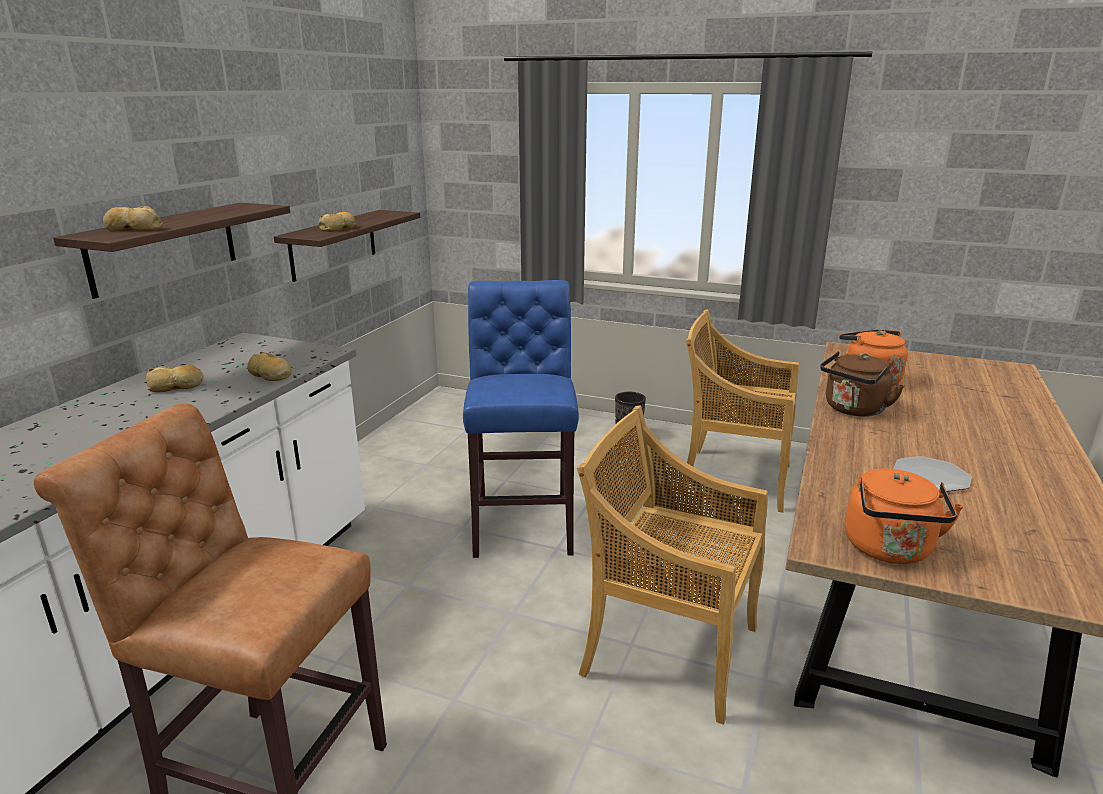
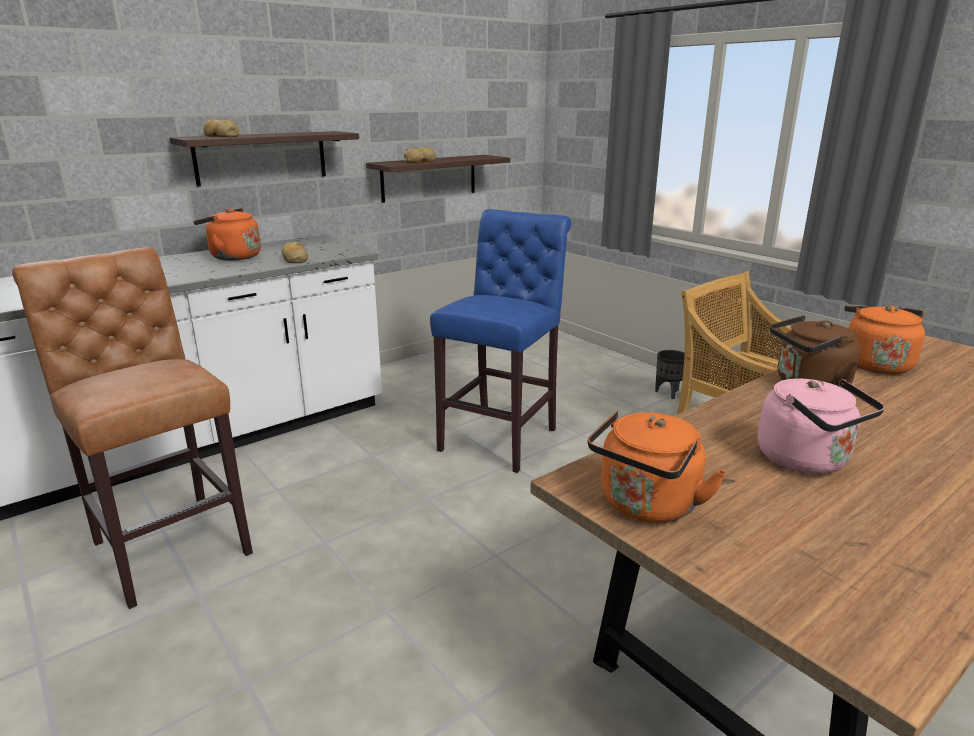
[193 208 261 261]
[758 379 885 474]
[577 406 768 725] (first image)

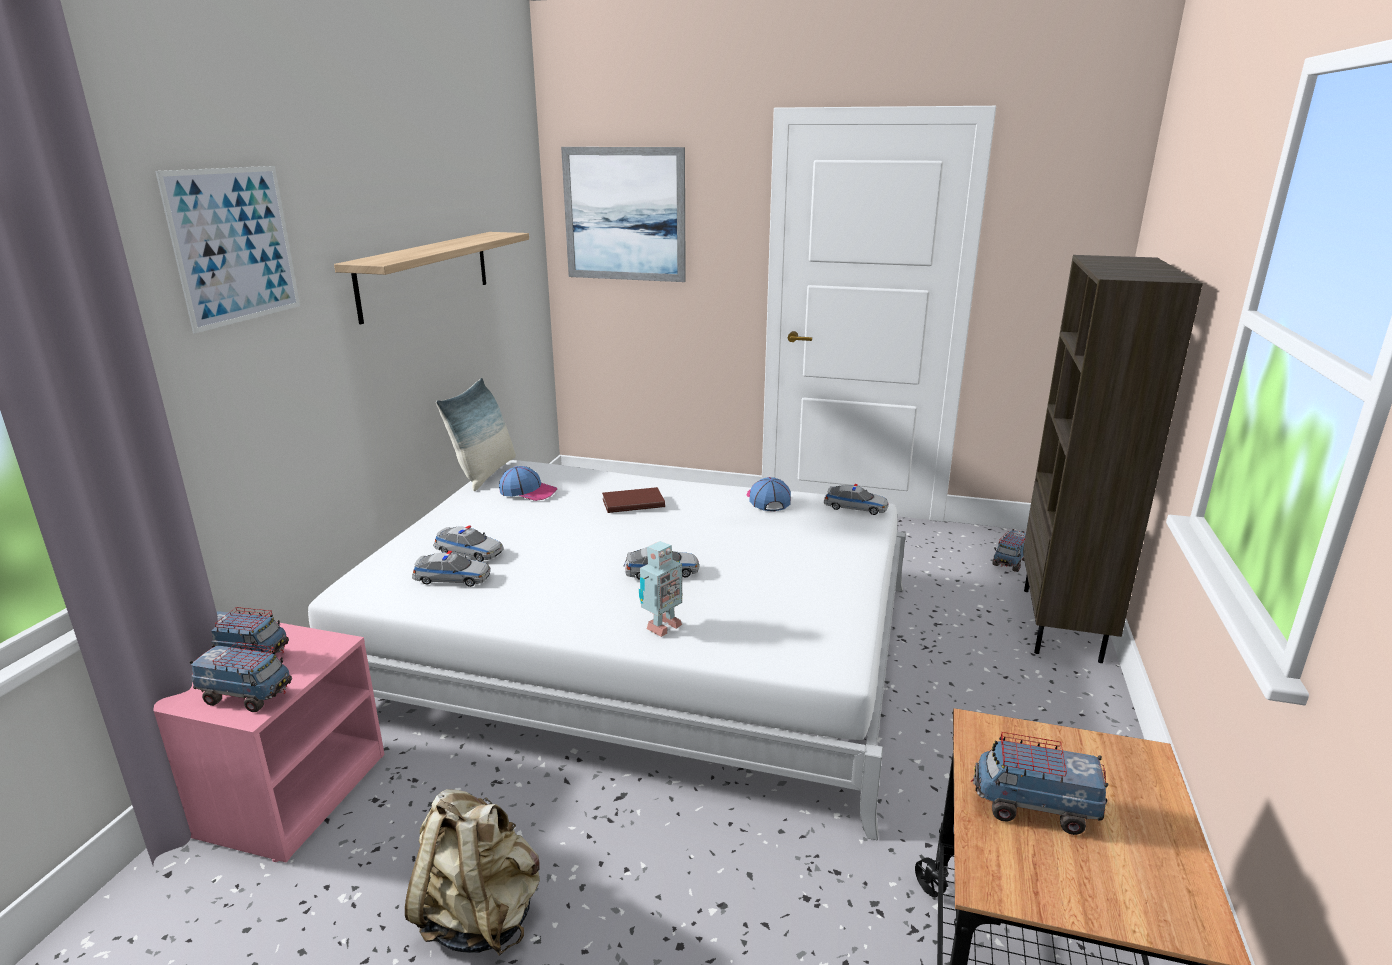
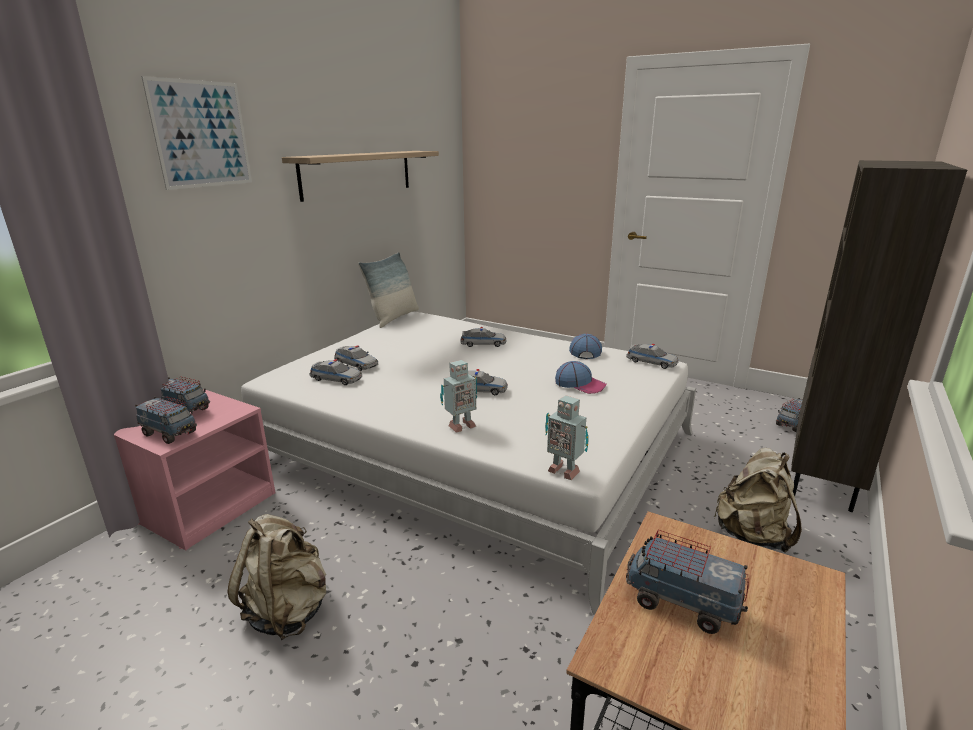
[460 327 506 347]
[545 396 589 480]
[555 361 607 394]
[713 448 802 553]
[561 147 686 282] (first image)

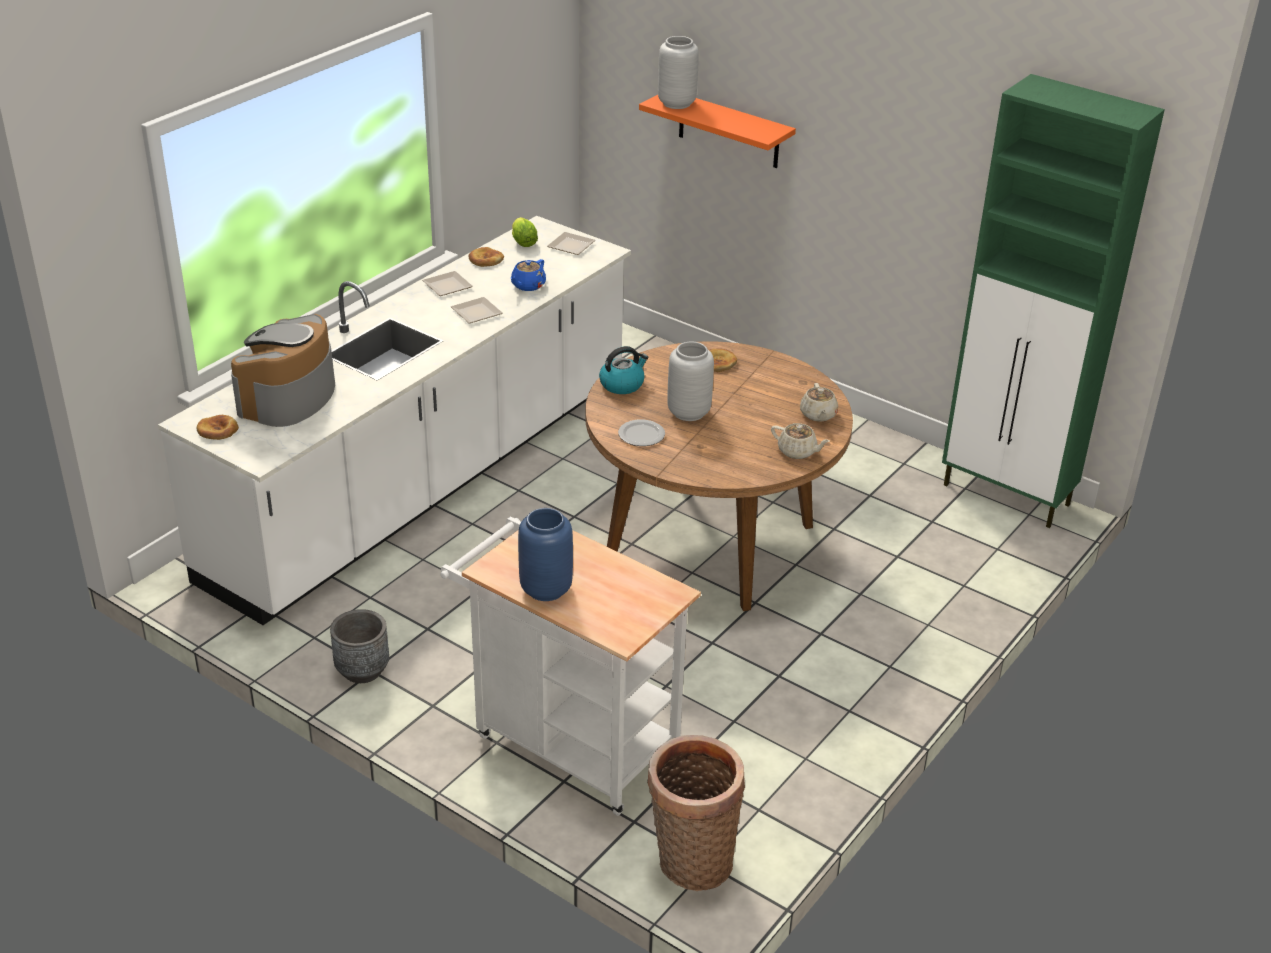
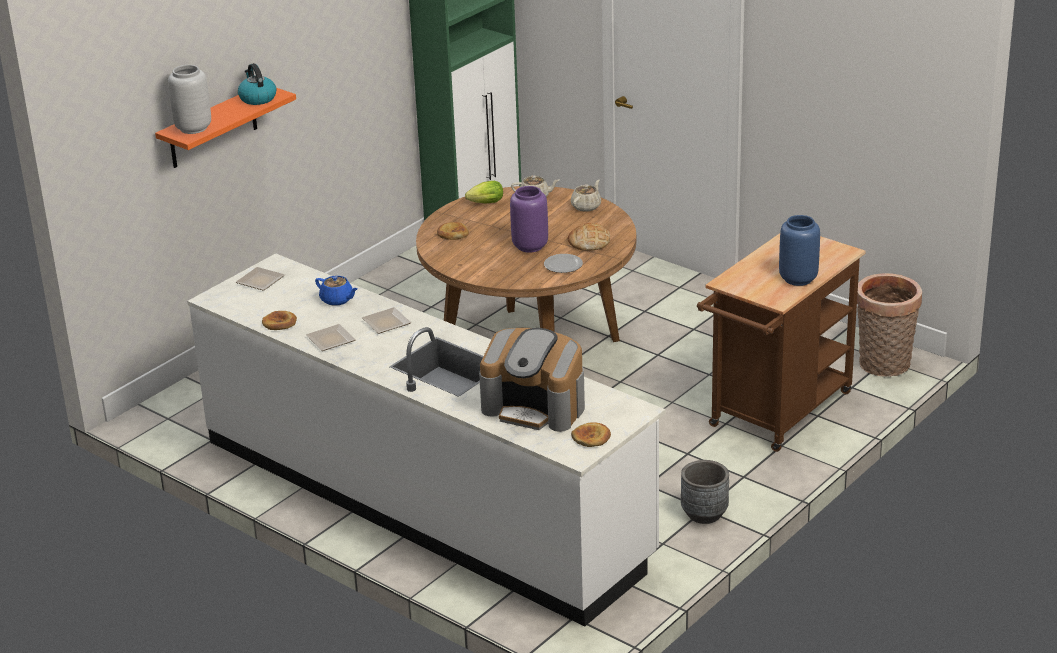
[238 63 276 105]
[465 181 503 203]
[510 186 548 253]
[568 222 610 251]
[697 233 865 452]

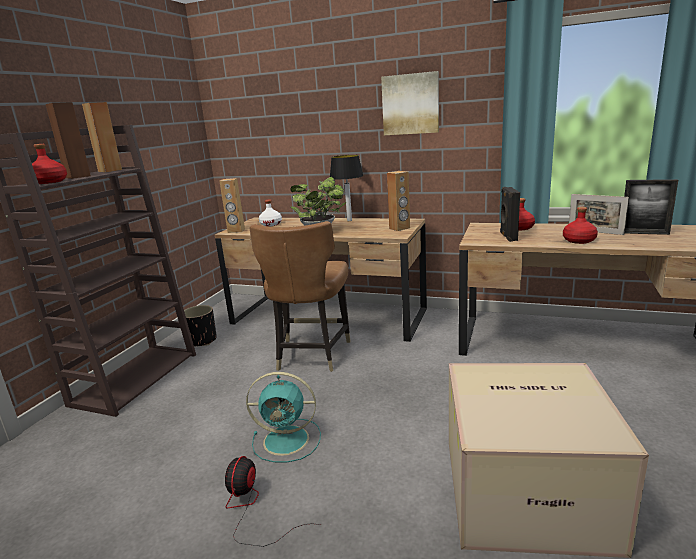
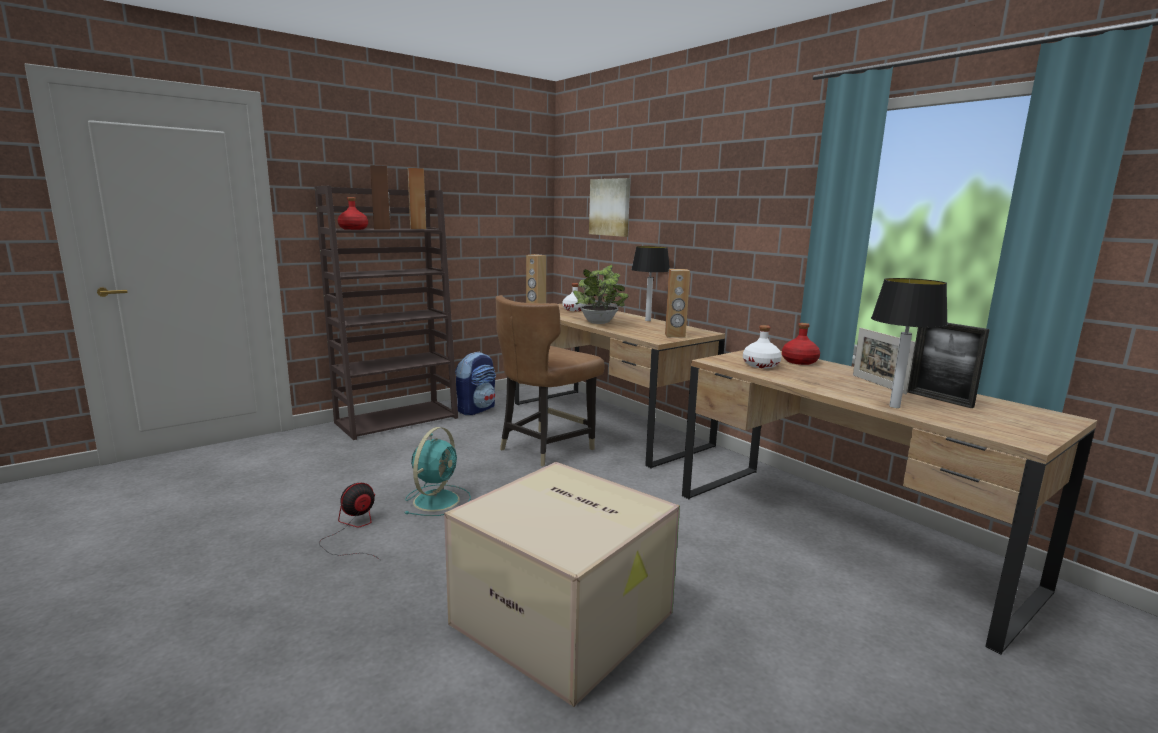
[404 427 471 516]
[455 352 496 415]
[589 178 630 237]
[743 325 782 368]
[871 278 948 408]
[563 207 598 244] (first image)

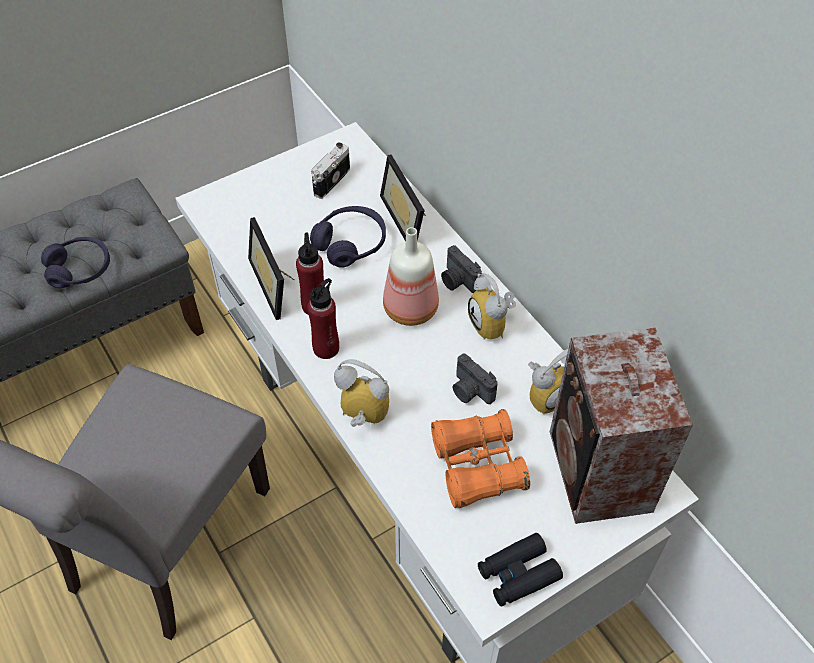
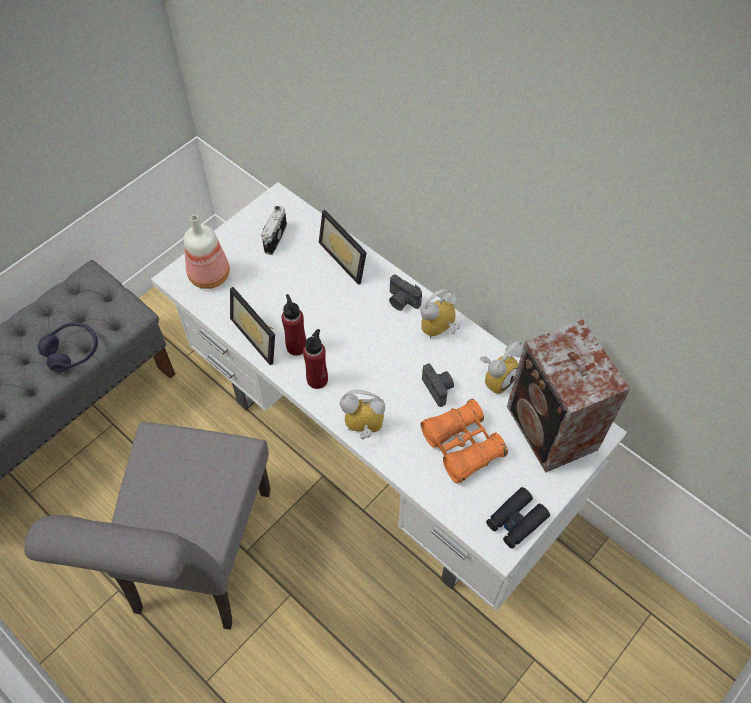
[184 215 230 289]
[420 289 460 340]
[422 363 454 407]
[310 206 386 268] (first image)

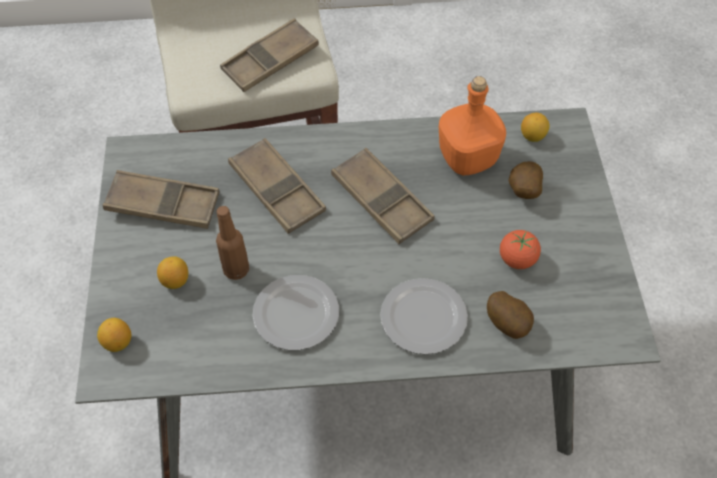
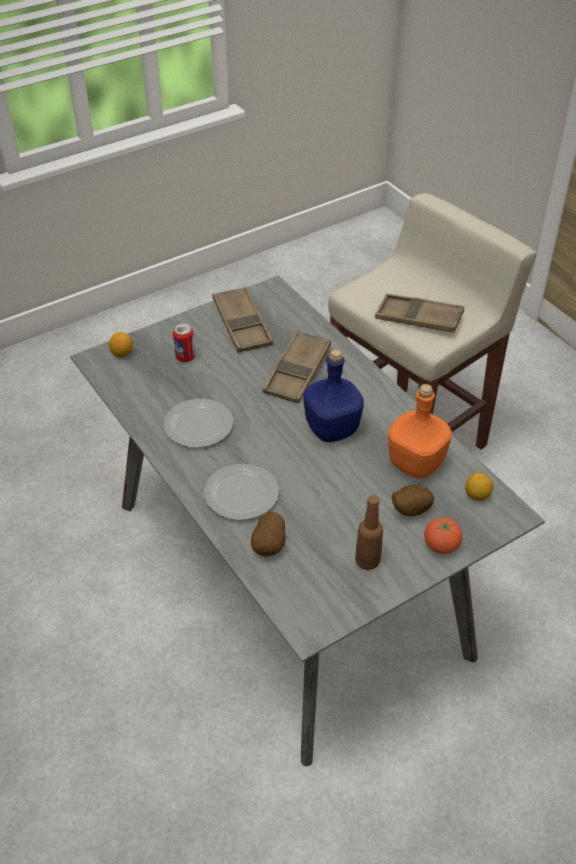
[173 323 195 362]
[303 349 364 442]
[355 495 383 570]
[424 517 462 554]

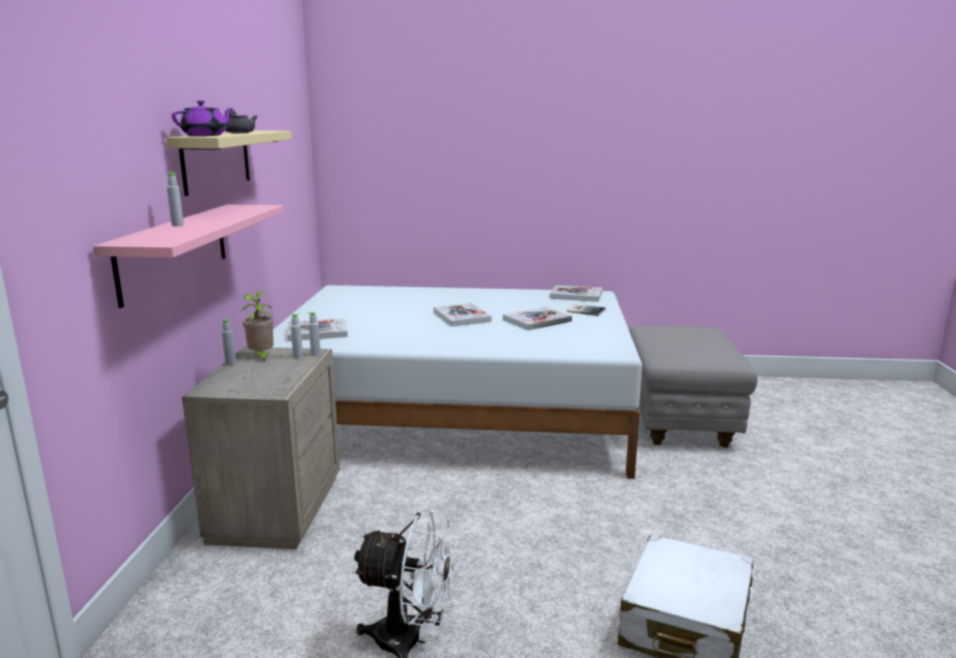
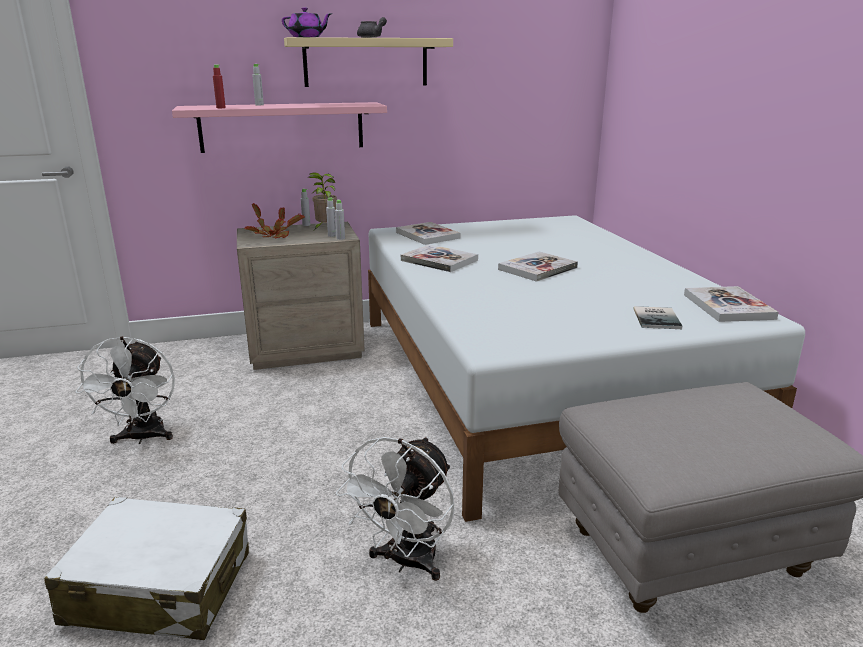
[213 65 226 108]
[244 203 305 238]
[336 437 455 581]
[401 244 478 272]

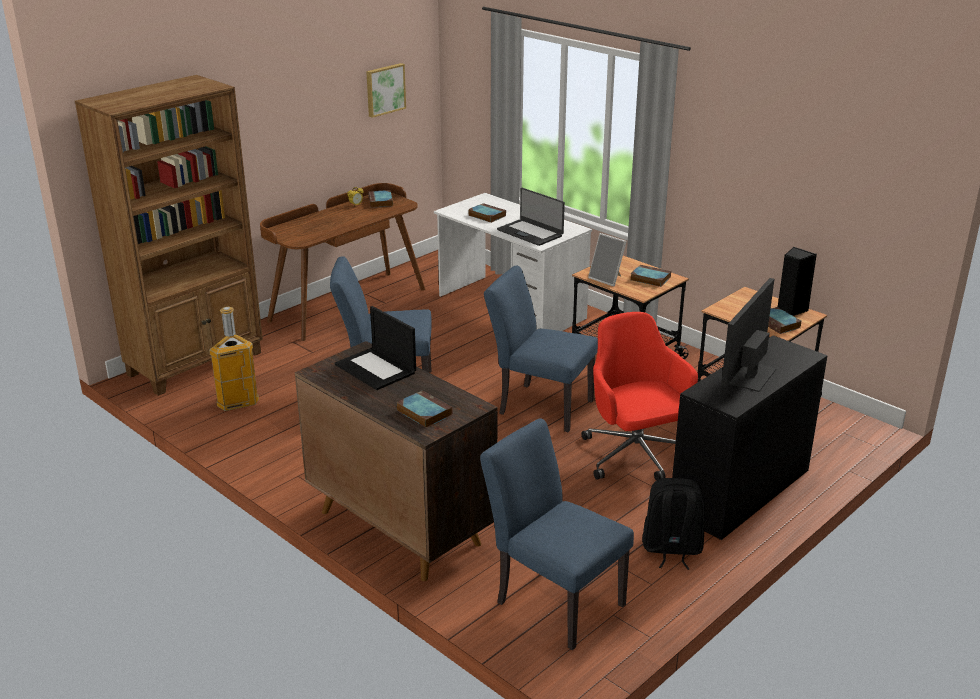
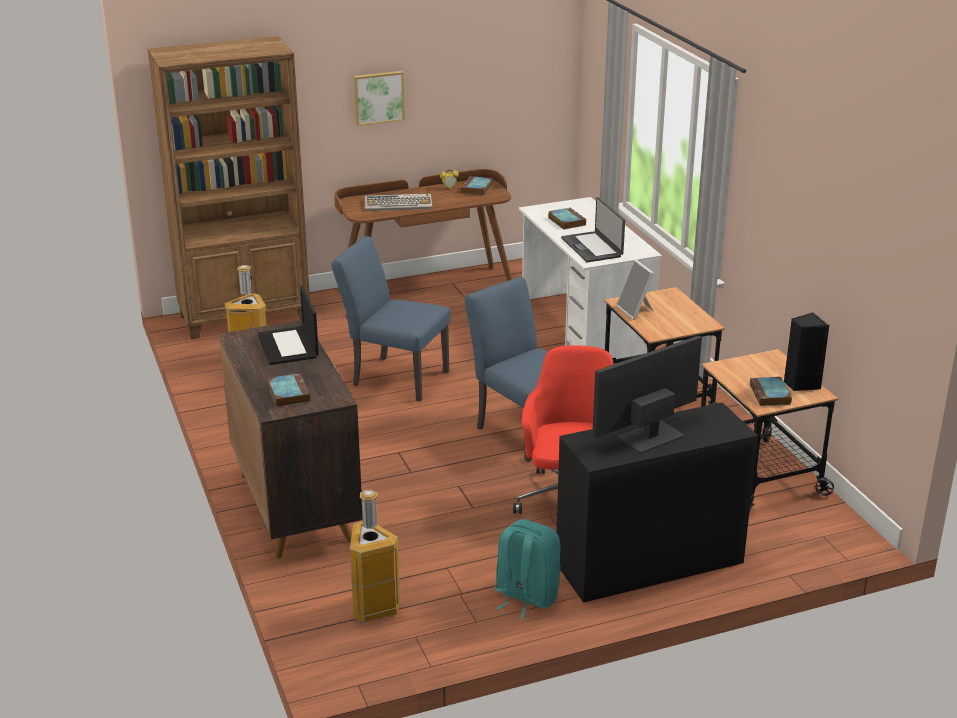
[350 490 400 623]
[354 71 405 126]
[365 193 432 211]
[495 519 561 619]
[631 265 671 287] (first image)

